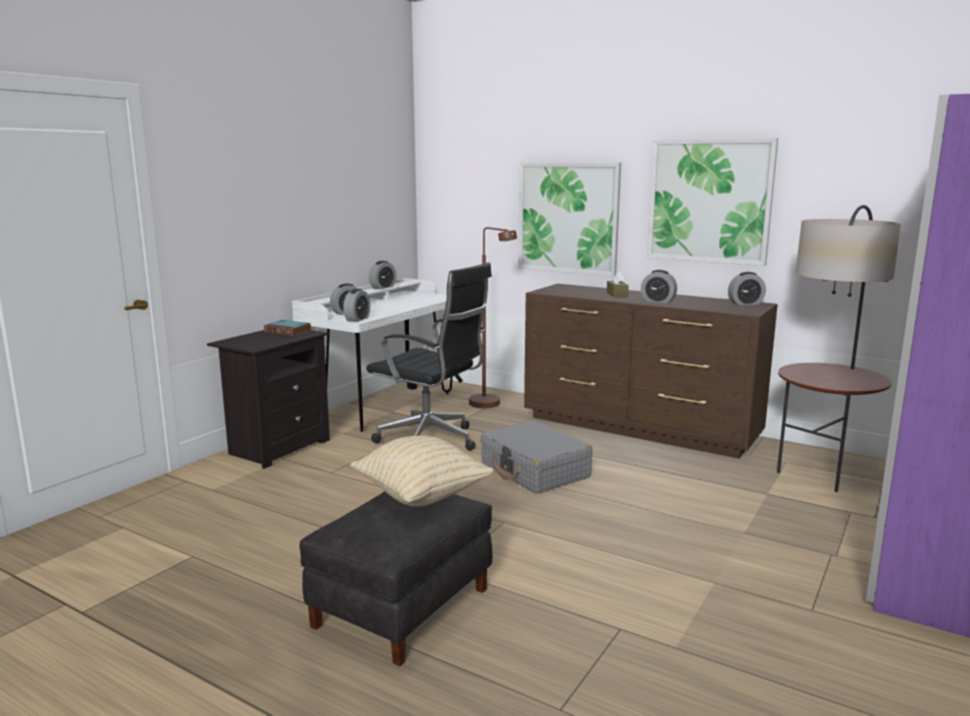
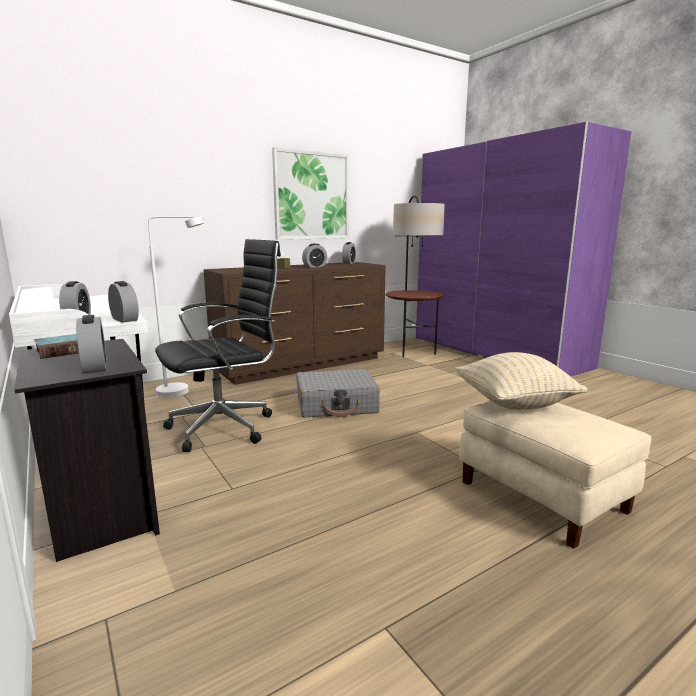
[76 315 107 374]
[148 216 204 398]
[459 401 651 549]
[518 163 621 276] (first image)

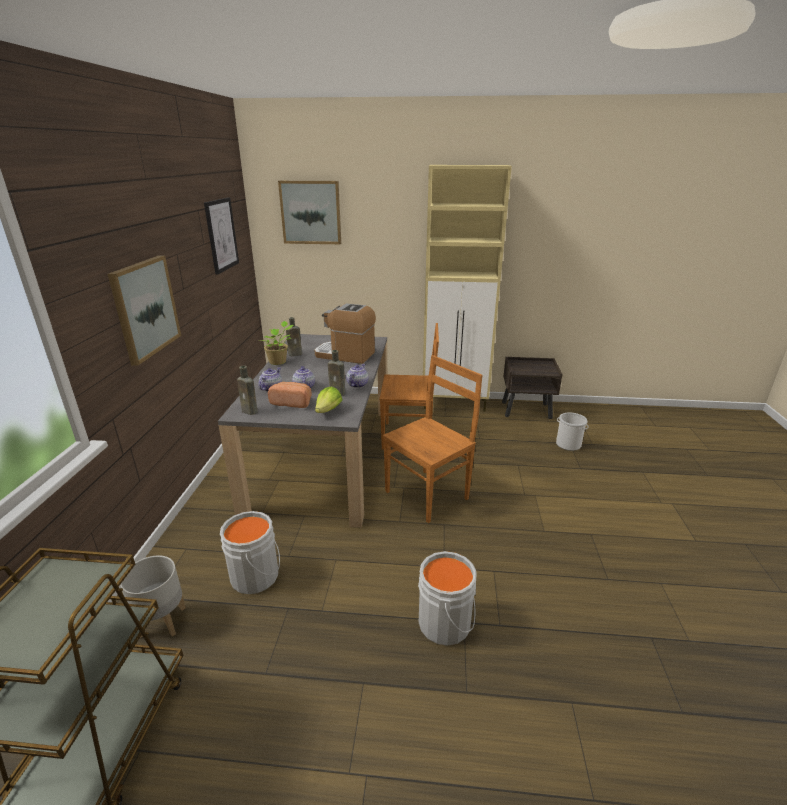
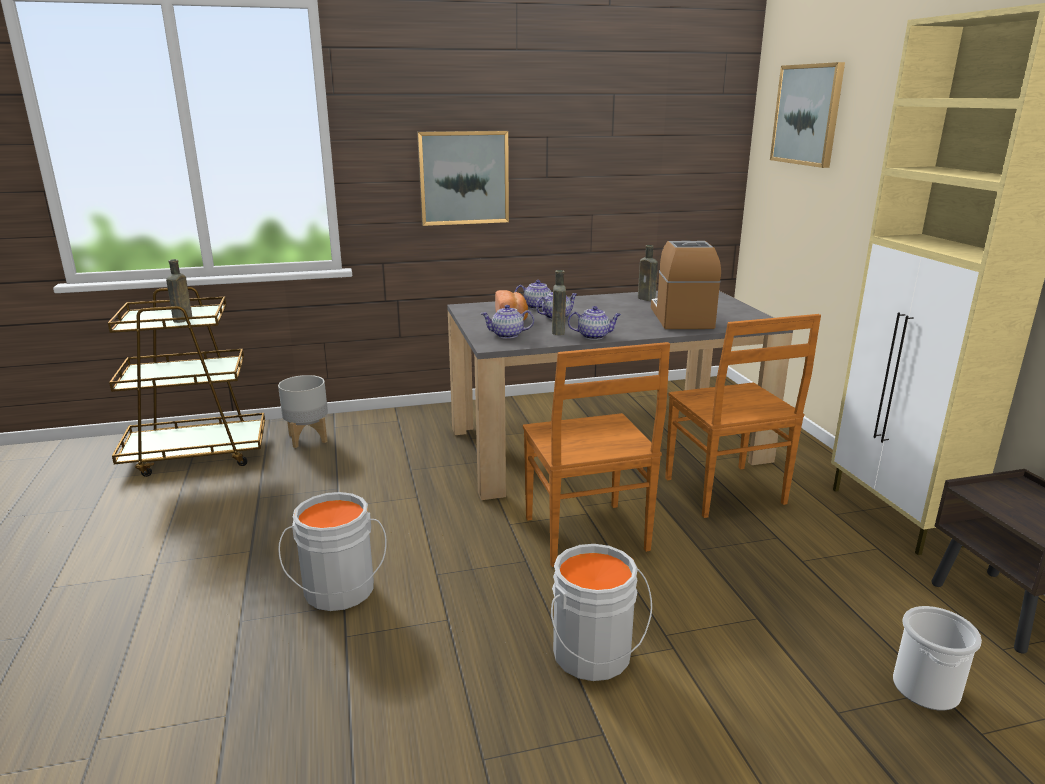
[166 259 192 323]
[481 305 534 339]
[523 342 670 567]
[551 544 652 681]
[204 197 239 275] (first image)
[261 321 293 365] (first image)

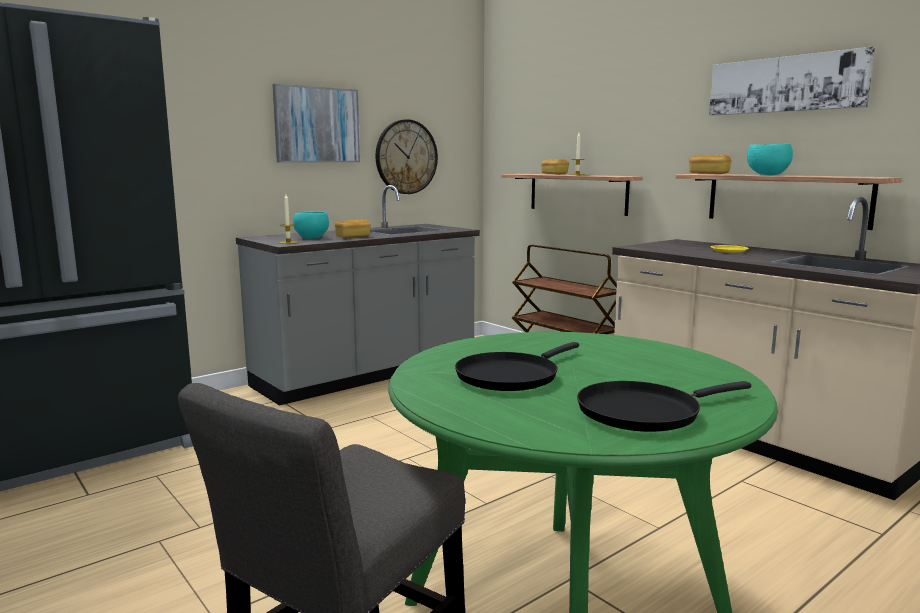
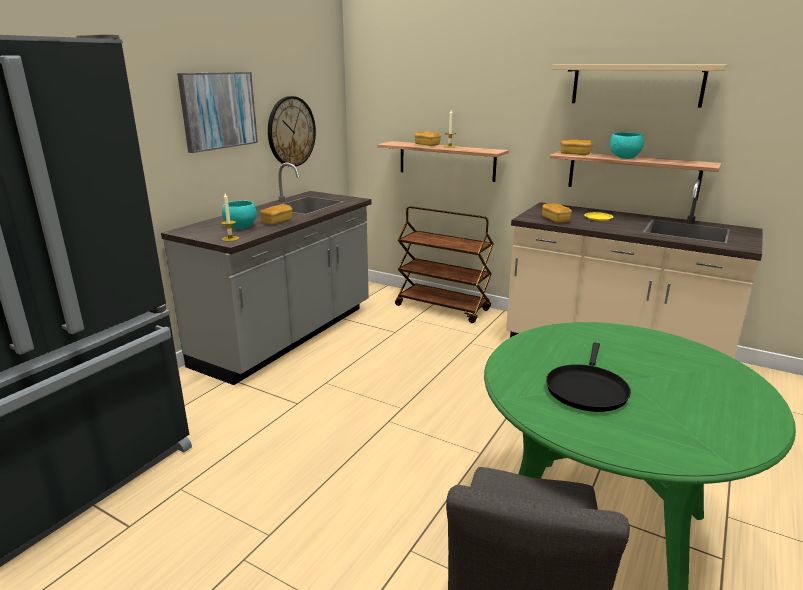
[542 203 572 223]
[552 64 727 107]
[577 381 751 432] (first image)

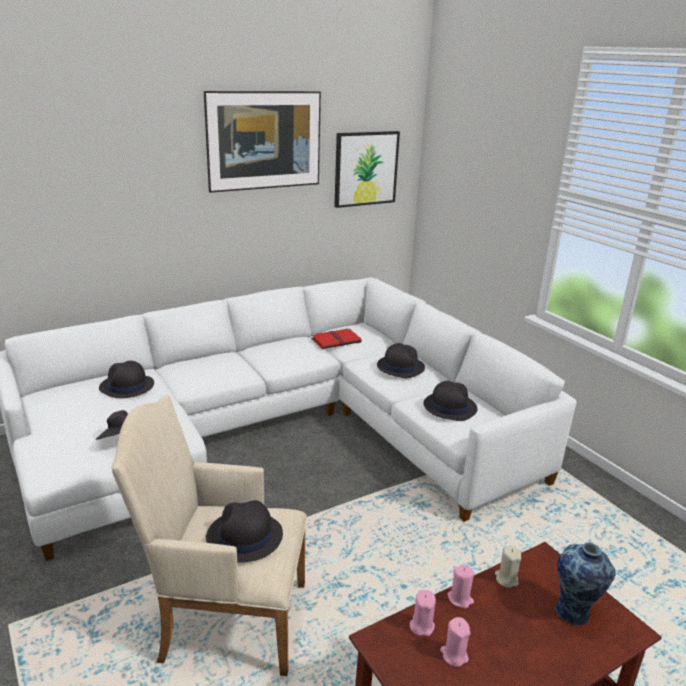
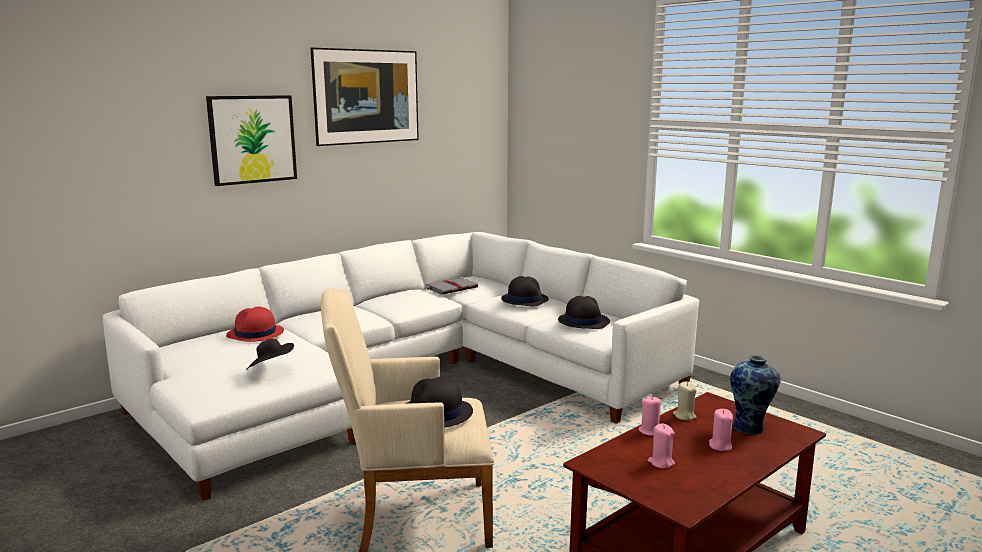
[206 95 297 186]
[226 307 284 342]
[427 277 478 295]
[709 409 733 451]

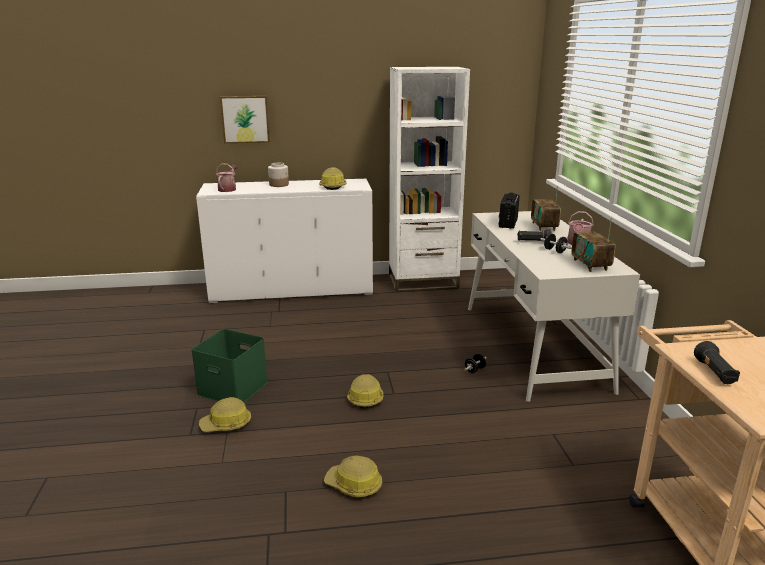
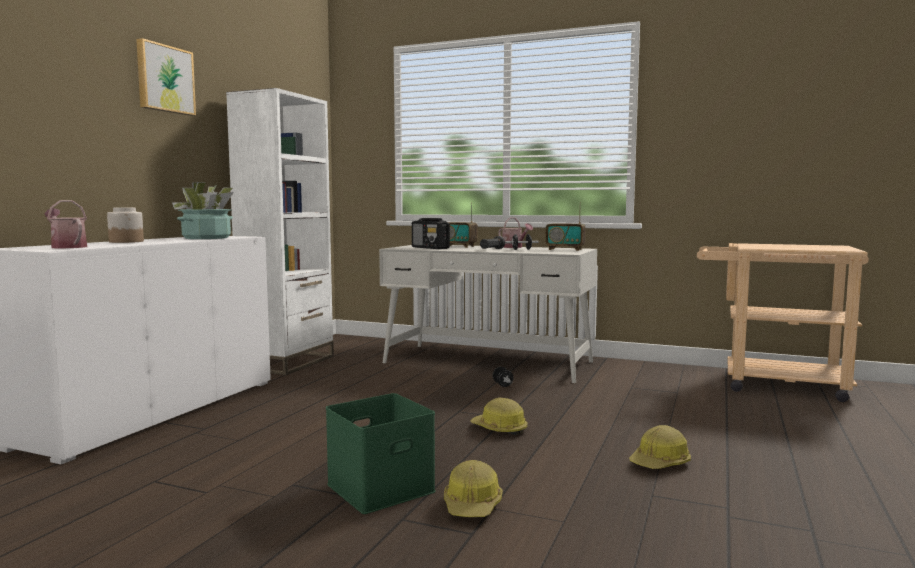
[136 38 196 116]
[172 182 234 239]
[694 341 740 384] (first image)

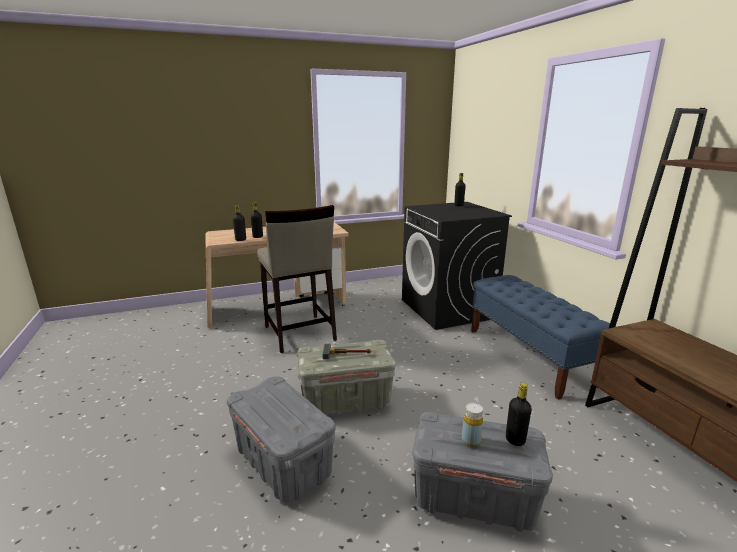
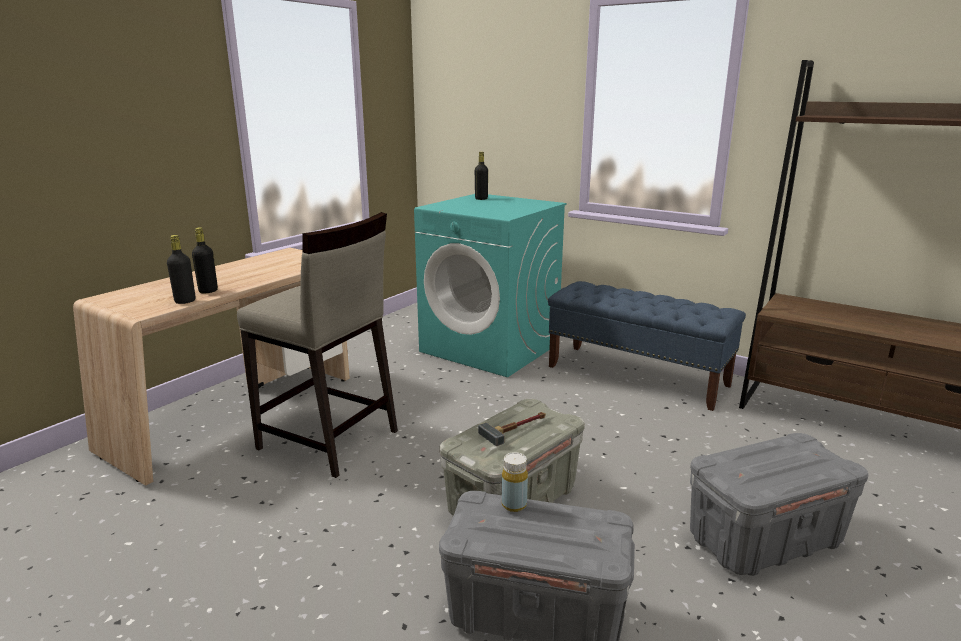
[414 194 566 377]
[502 452 528 512]
[506 382 532 446] (first image)

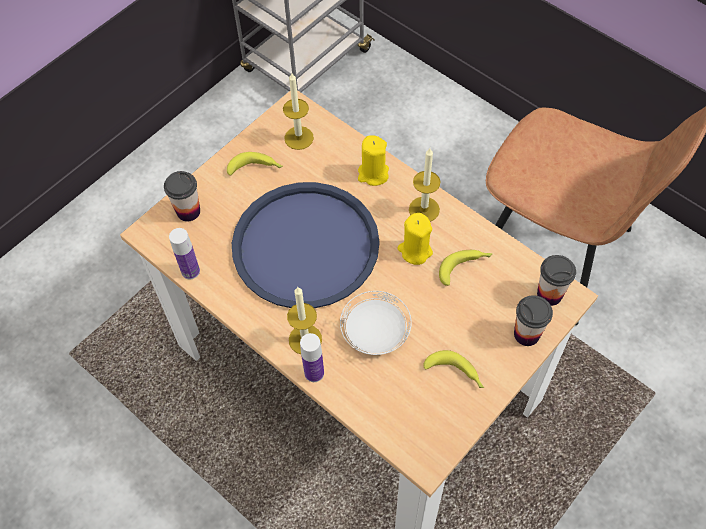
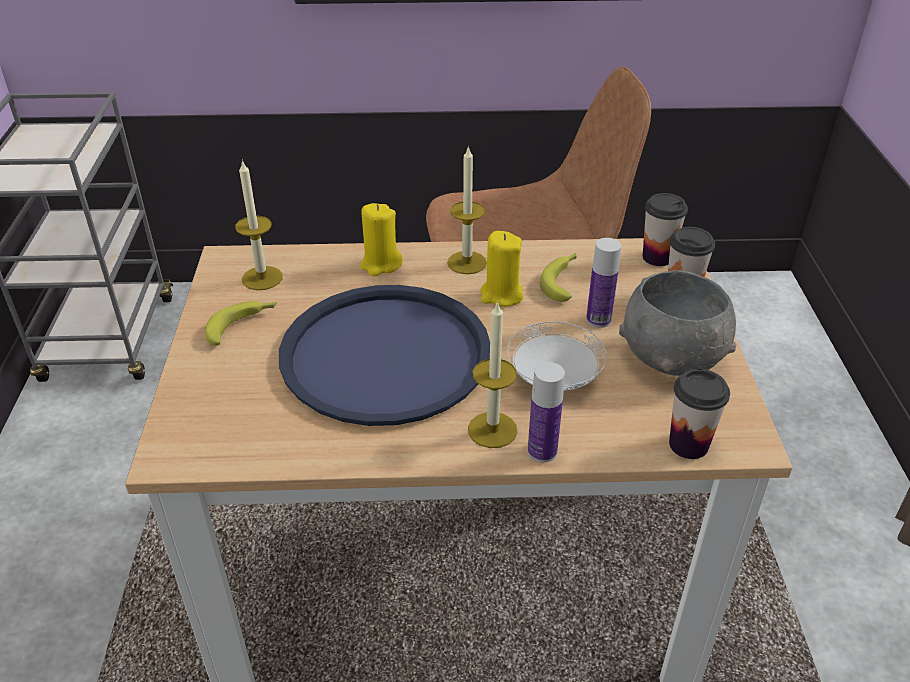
[586 238 621 328]
[619 270 736 376]
[669 369 730 459]

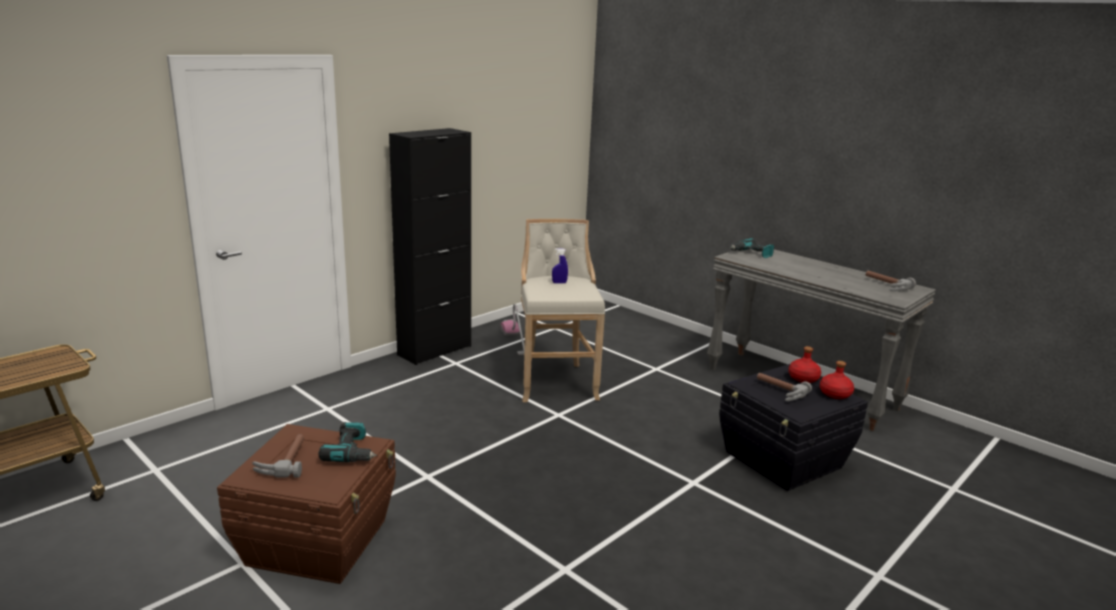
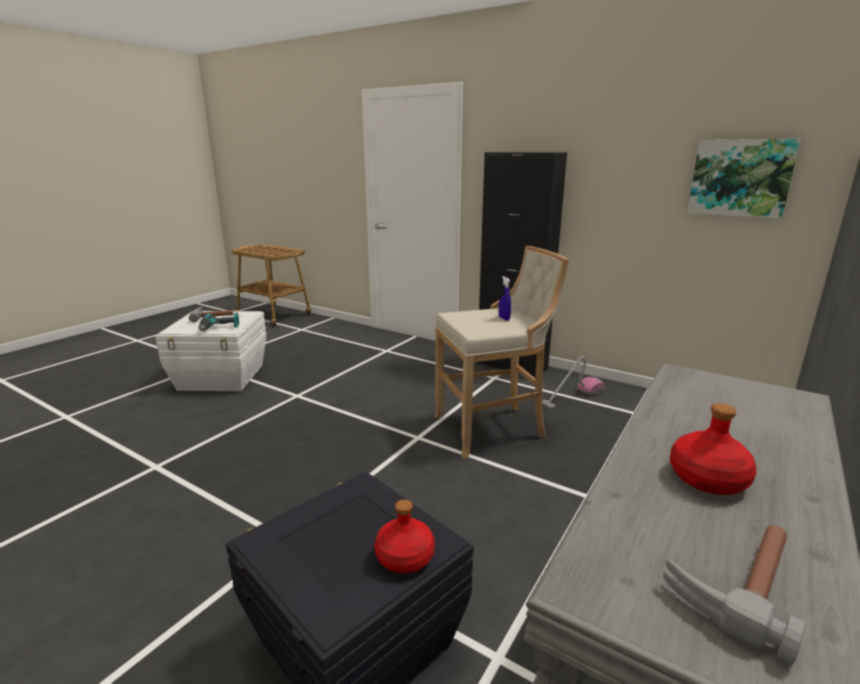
[155 311 267 391]
[670 403 757 495]
[687 139 801 218]
[730 238 774 258] (first image)
[757 373 812 401] (first image)

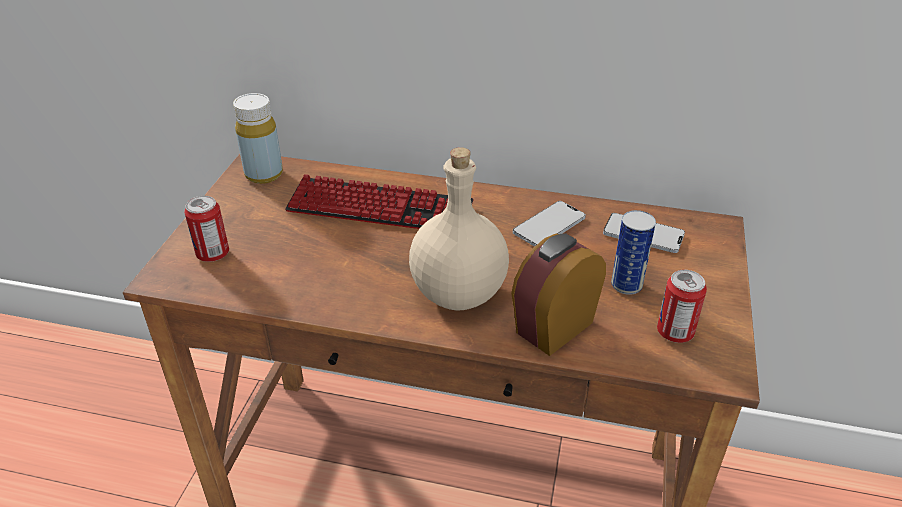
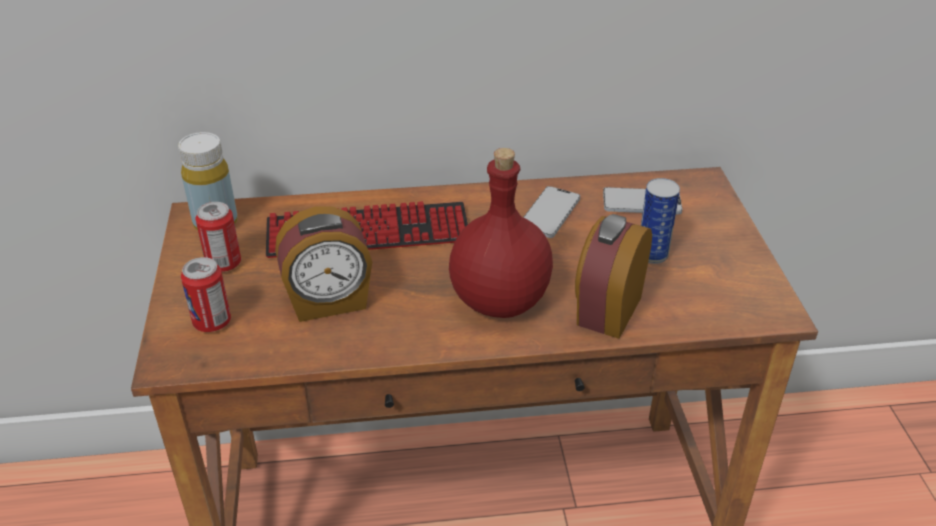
[195 202 241 272]
[275 206 372 322]
[449 148 553 318]

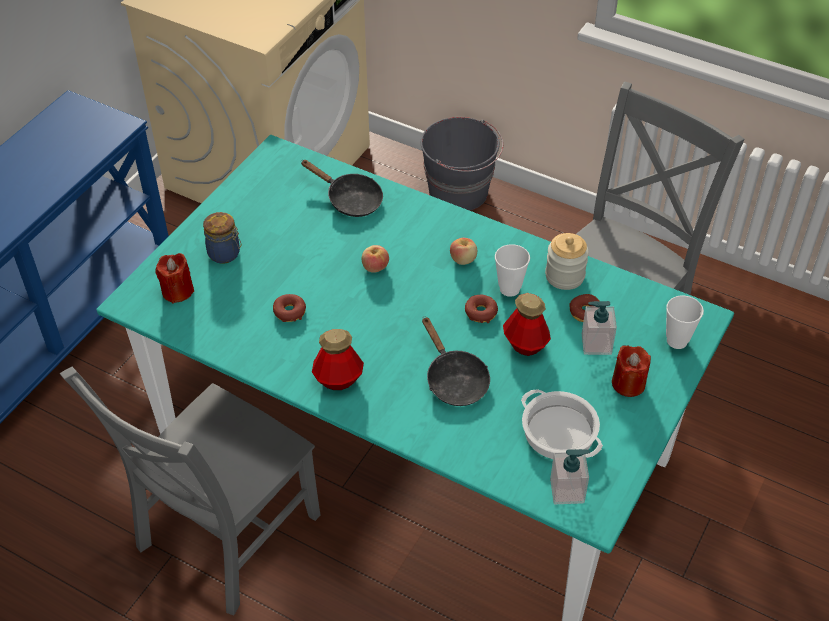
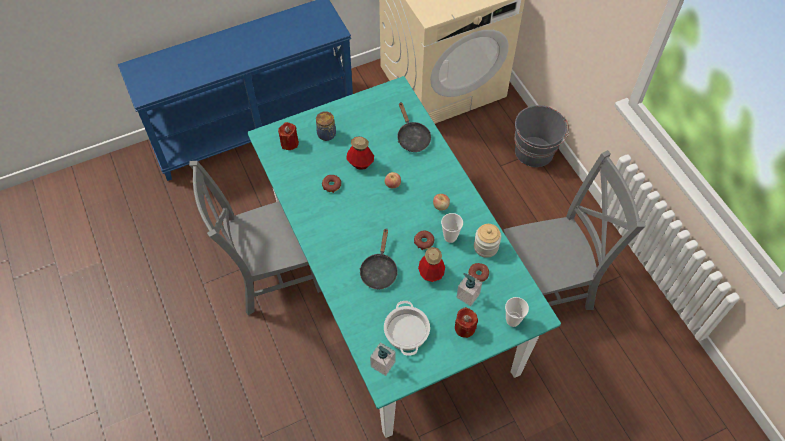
[346 136 374 170]

